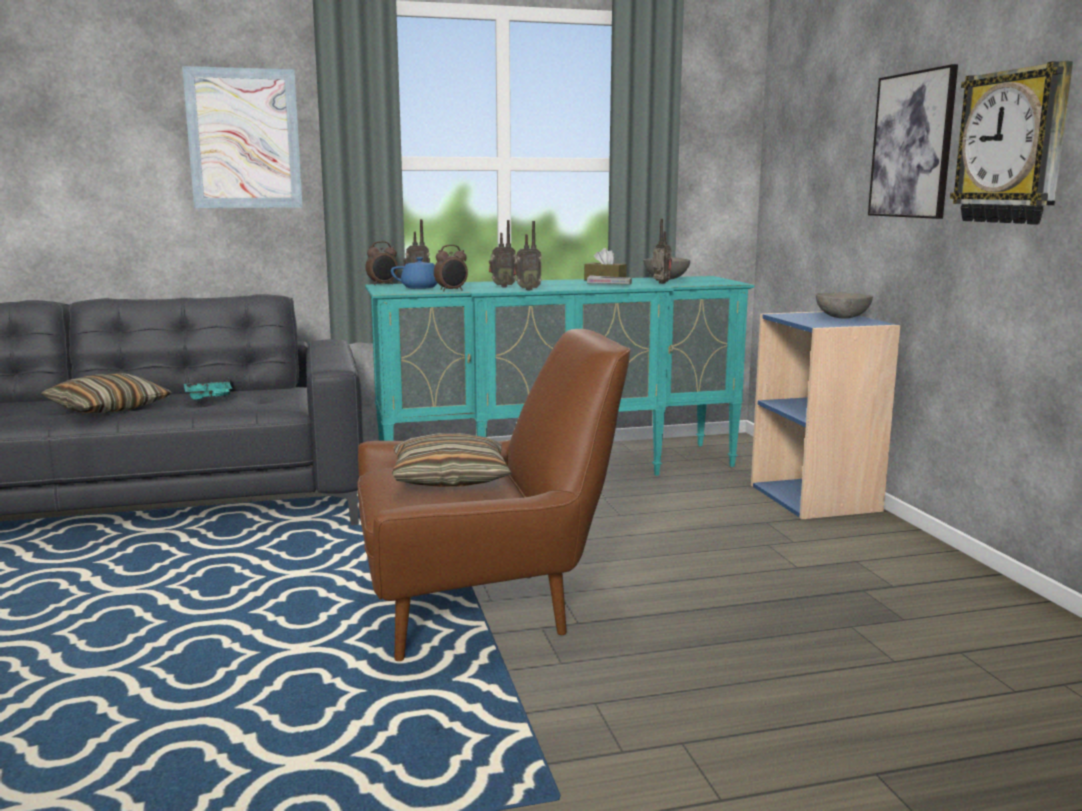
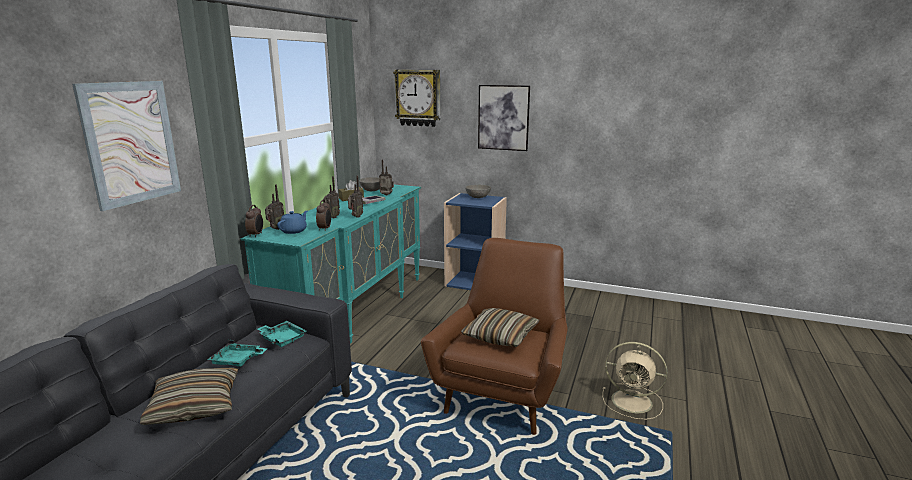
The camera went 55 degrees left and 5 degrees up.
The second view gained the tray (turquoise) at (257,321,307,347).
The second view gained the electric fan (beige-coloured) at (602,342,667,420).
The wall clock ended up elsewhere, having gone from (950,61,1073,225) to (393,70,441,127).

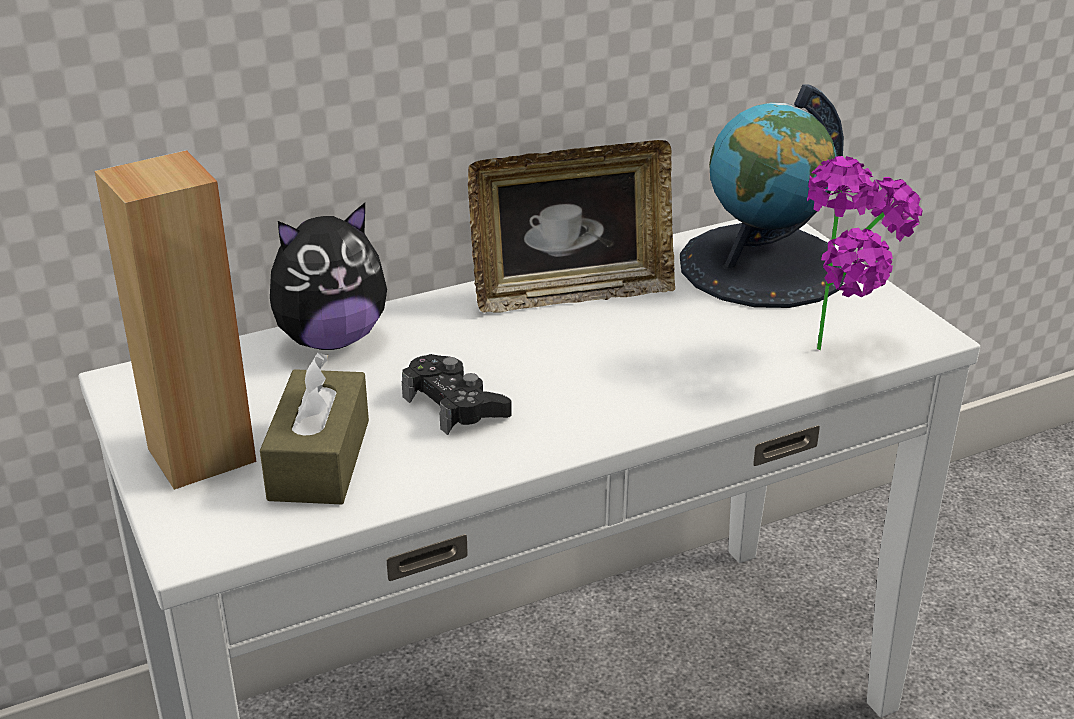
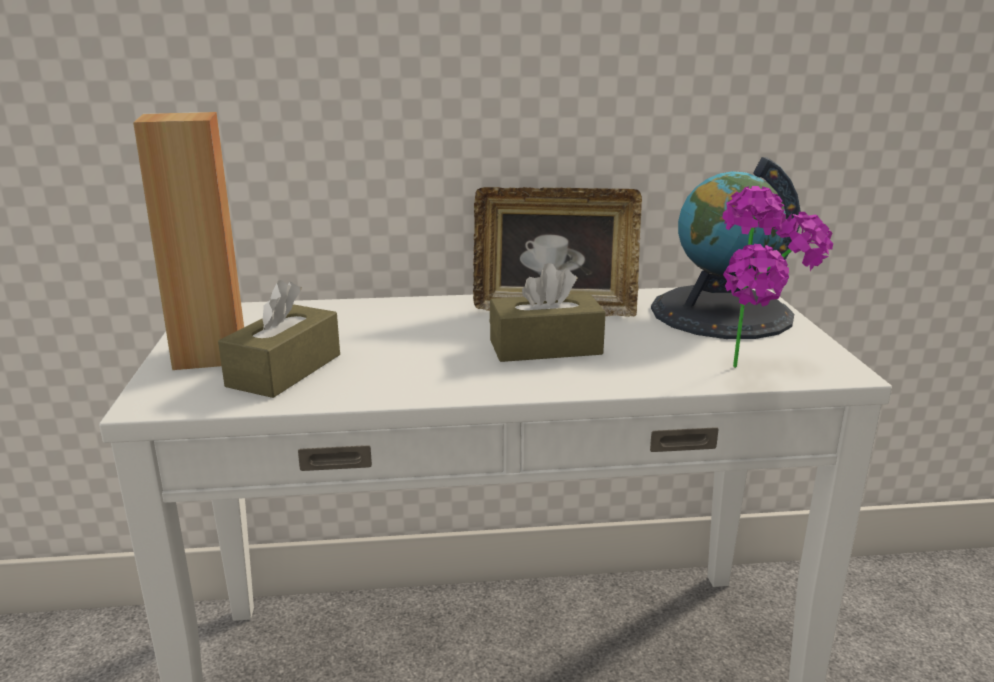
The camera went 20 degrees right and 10 degrees down.
The second view lost the plush toy at (270,203,387,350).
The second view lost the joypad (blackish) at (402,354,512,435).
The second view gained the box of tissues (brown-coloured) at (490,263,606,362).

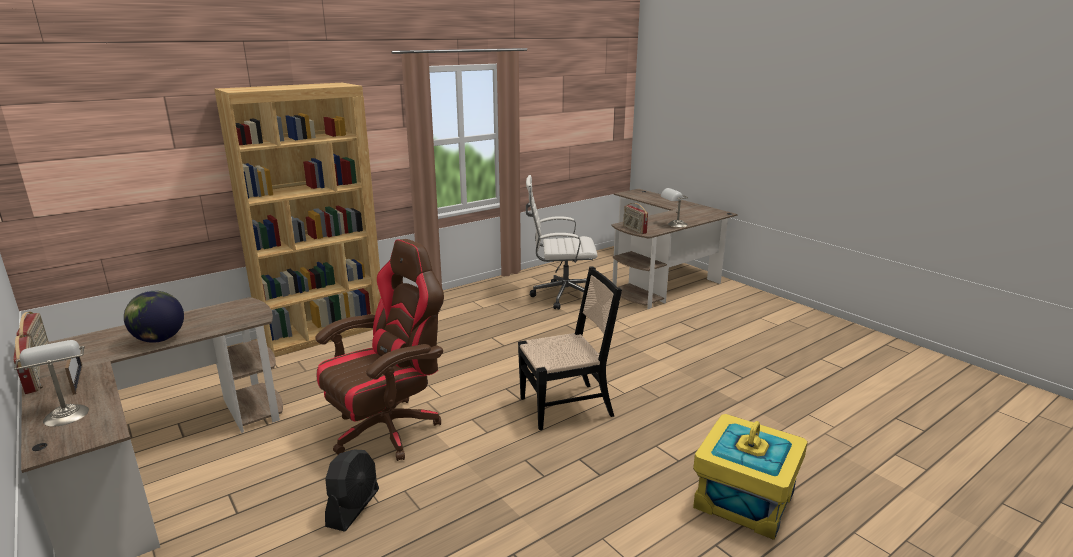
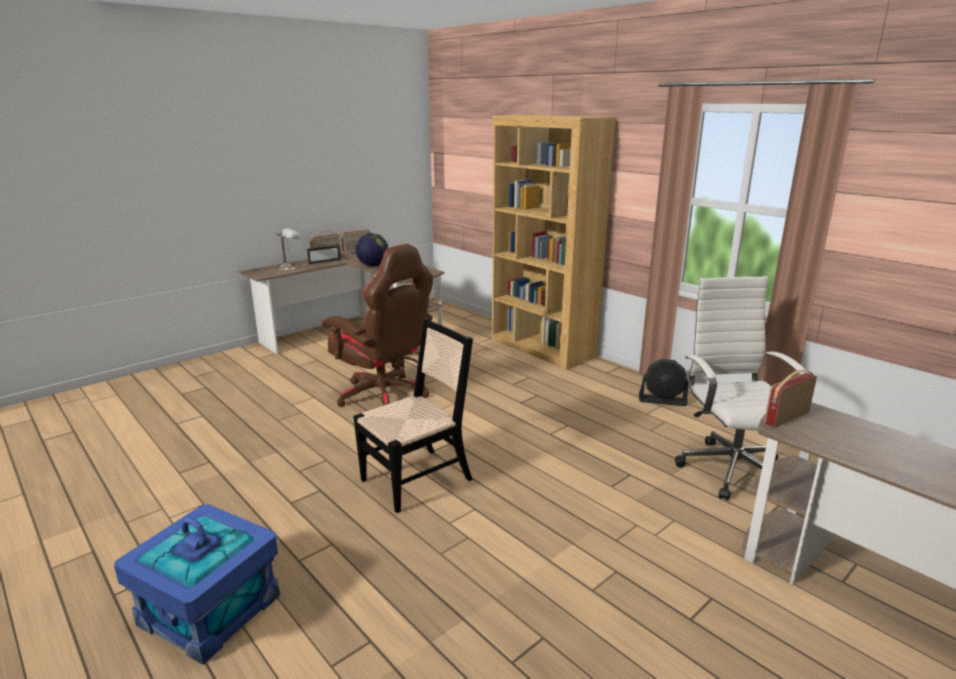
The camera went 85 degrees right and 0 degrees up.
The second view lost the tabletop lamp (whitish) at (661,188,688,227).
The electric fan (blackish) ended up elsewhere, having gone from (325,450,379,531) to (639,359,688,406).
What was the storage container (yellowish) at (693,414,808,540) turned into the storage container (bluish) at (114,504,280,665).
The chair at (518,267,622,430) ended up facing another way, 105 degrees counterclockwise from before.

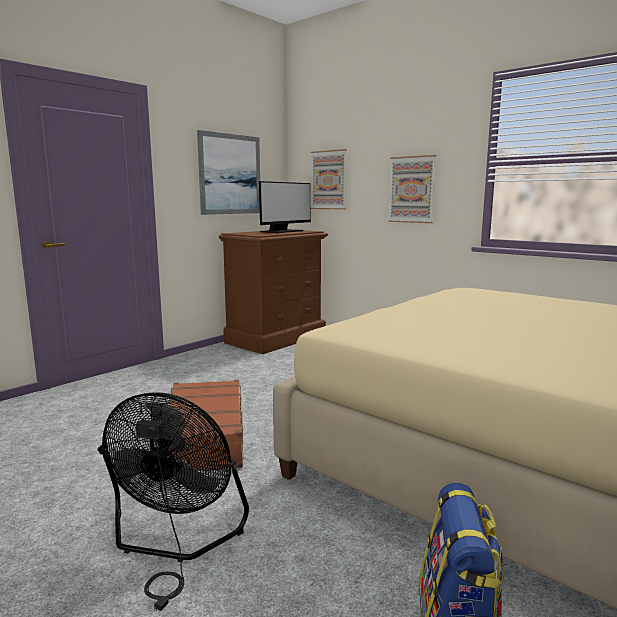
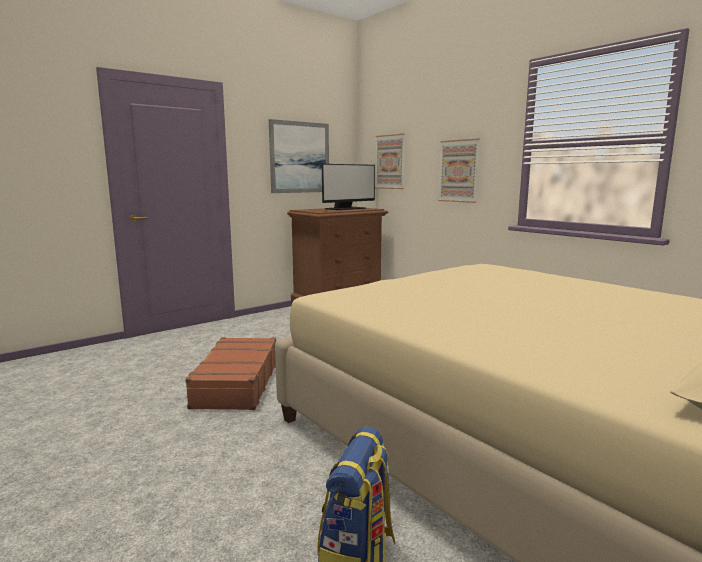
The camera went 10 degrees right and 0 degrees up.
The second view lost the electric fan (blackish) at (98,392,249,611).

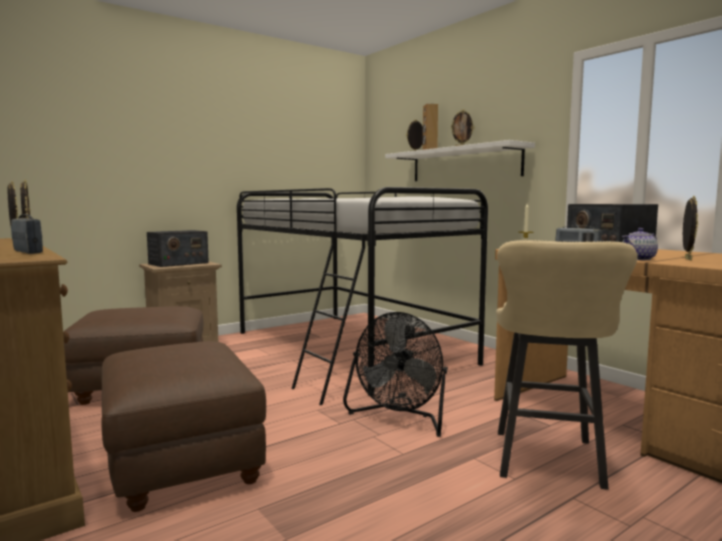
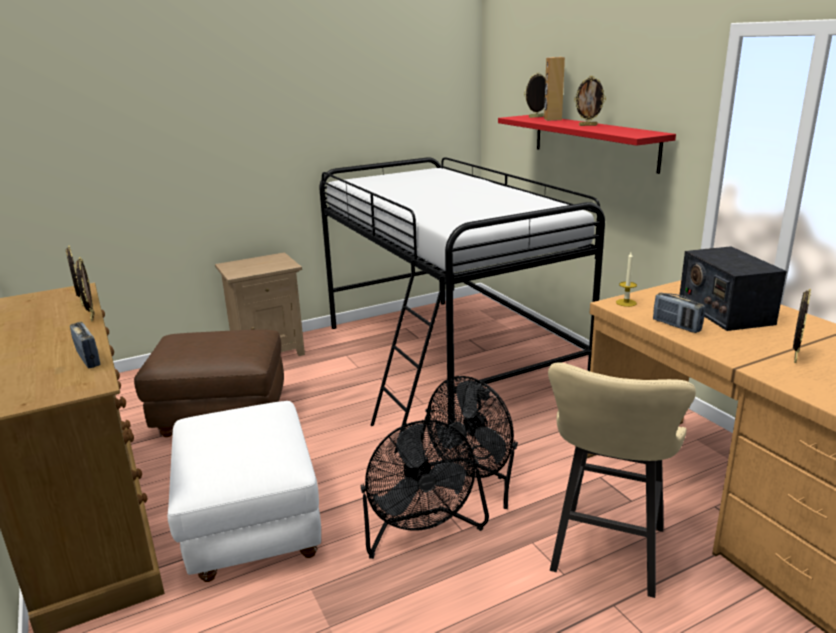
The camera went 10 degrees right and 15 degrees up.
The second view lost the radio at (147,230,209,267).
The second view lost the pot for tea at (622,228,658,260).
The second view gained the electric fan (blackish) at (361,420,489,559).
What was the footrest (brown-coloured) at (101,341,266,512) turned into the footrest (whitish) at (168,401,321,582).
What was the shelf (whitish) at (385,140,535,181) turned into the shelf (red-coloured) at (498,115,676,174).

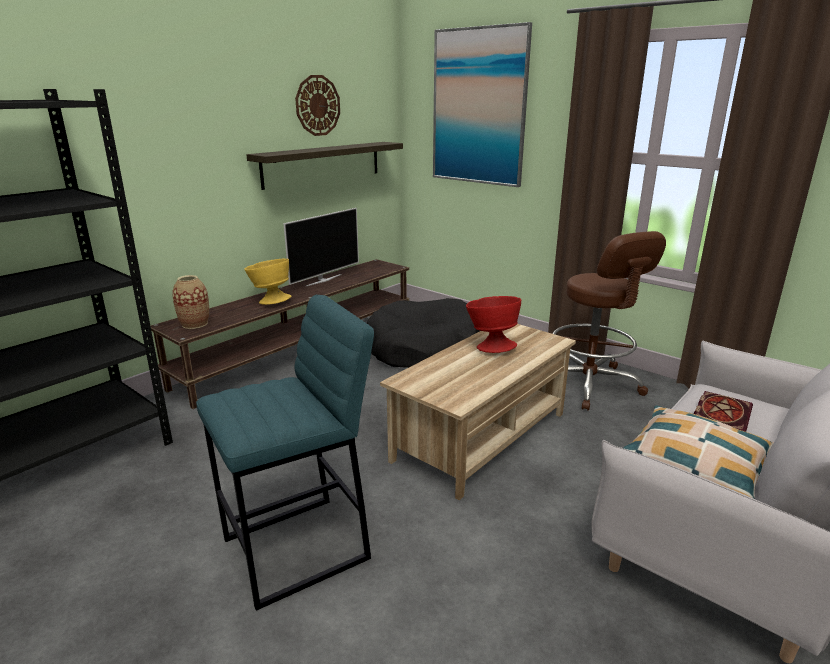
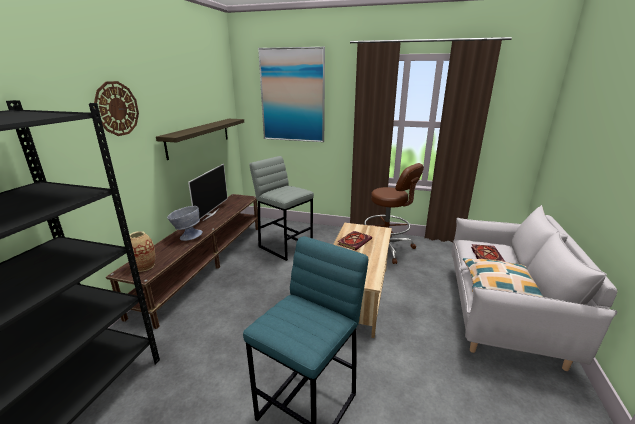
The camera went 25 degrees left and 0 degrees up.
The wall clock ended up elsewhere, having gone from (295,75,340,136) to (94,81,139,136).
Where the pet bed (blackish) stood at (367,298,480,368), the stool (greyish) came to stand at (249,156,314,261).
Where the serving bowl (red-coloured) stood at (466,296,521,353), the bound book came to stand at (337,231,372,251).
What was the serving bowl (yellowish) at (244,259,291,305) turned into the serving bowl (greyish) at (167,206,203,241).

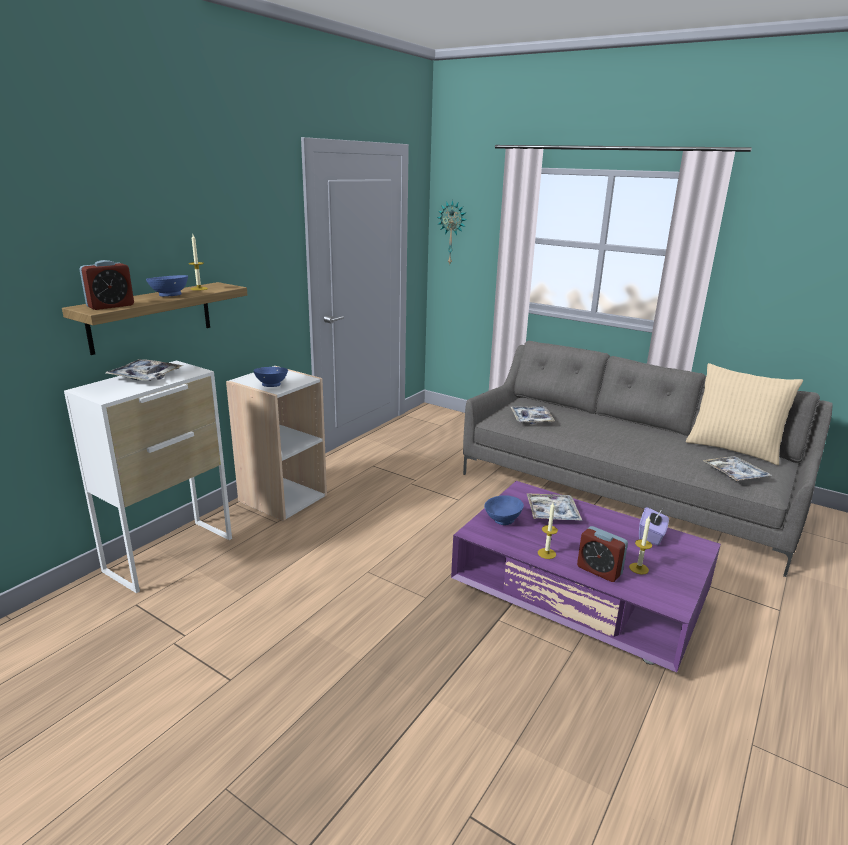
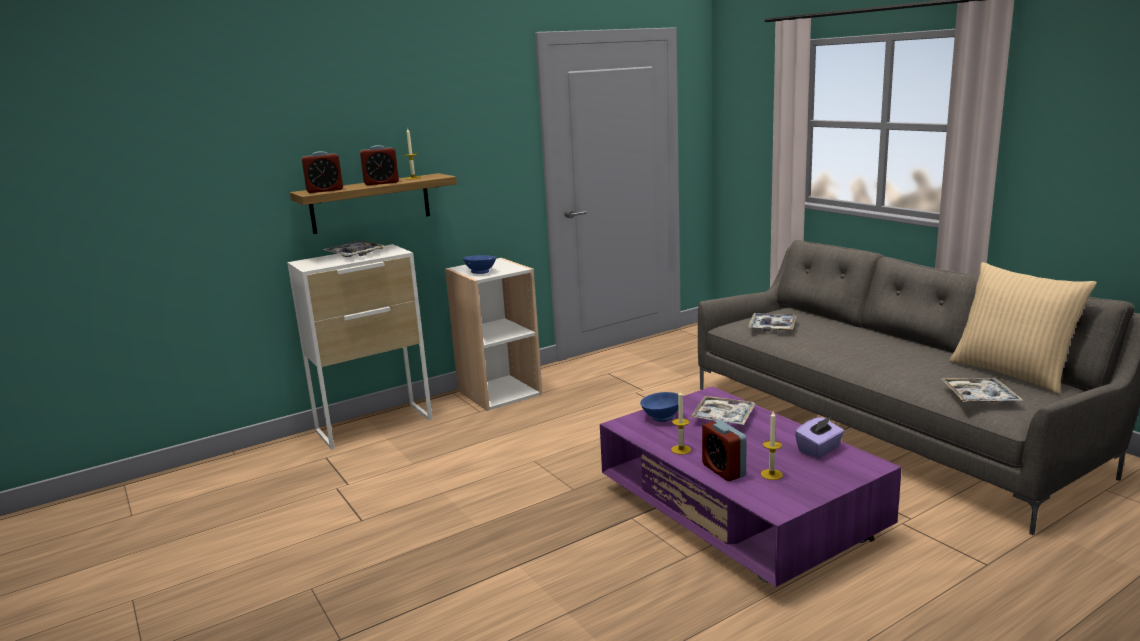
The camera went 25 degrees right and 5 degrees down.
The second view lost the wall clock at (437,200,466,264).
Where the serving bowl (bluish) stood at (146,275,188,297), the table clock came to stand at (360,145,399,185).

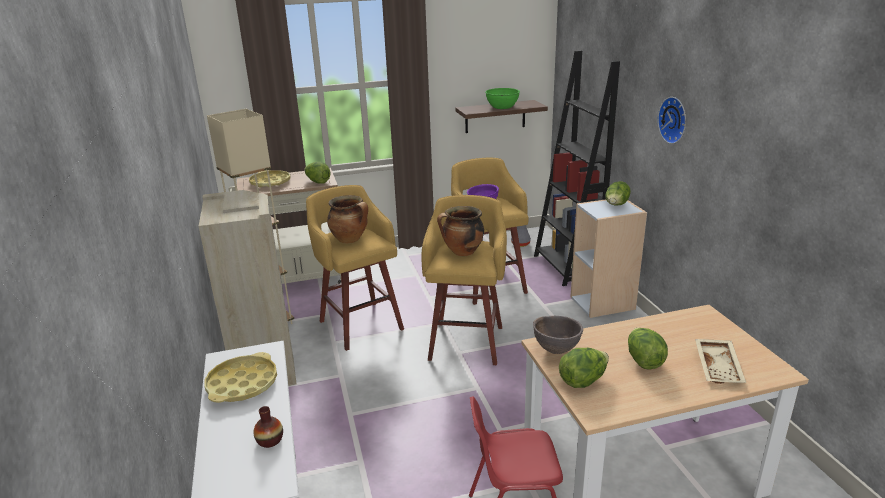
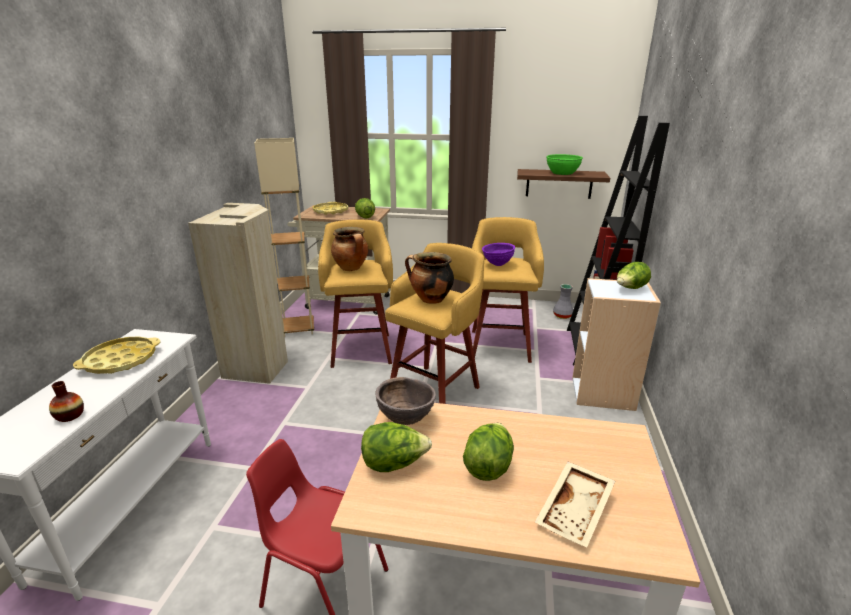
The camera went 25 degrees right and 0 degrees up.
The second view lost the wall clock at (658,97,686,144).

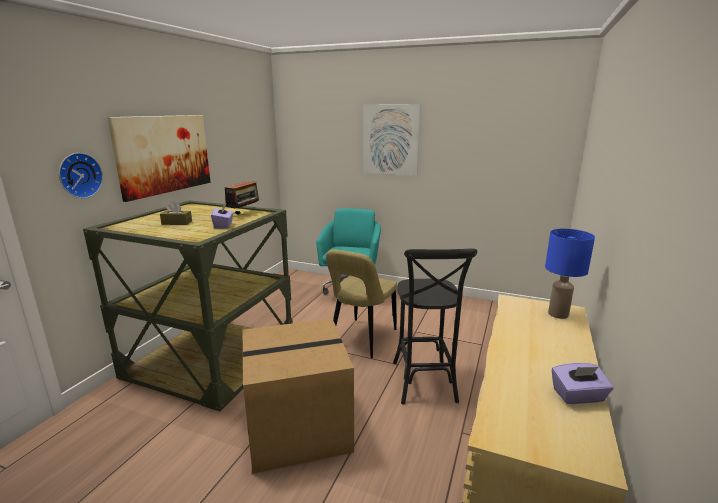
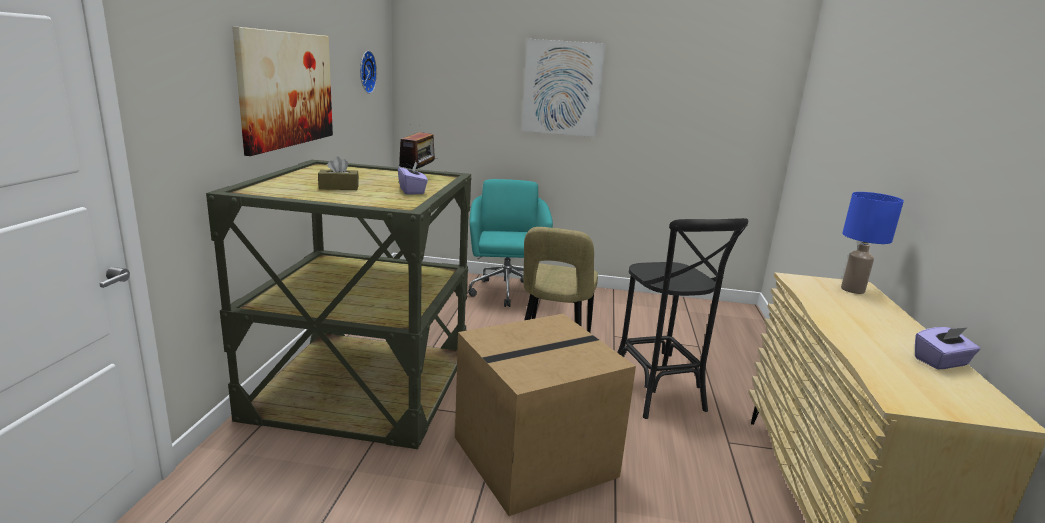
The camera went 15 degrees left and 0 degrees up.
The wall clock ended up elsewhere, having gone from (59,153,103,198) to (360,51,377,94).

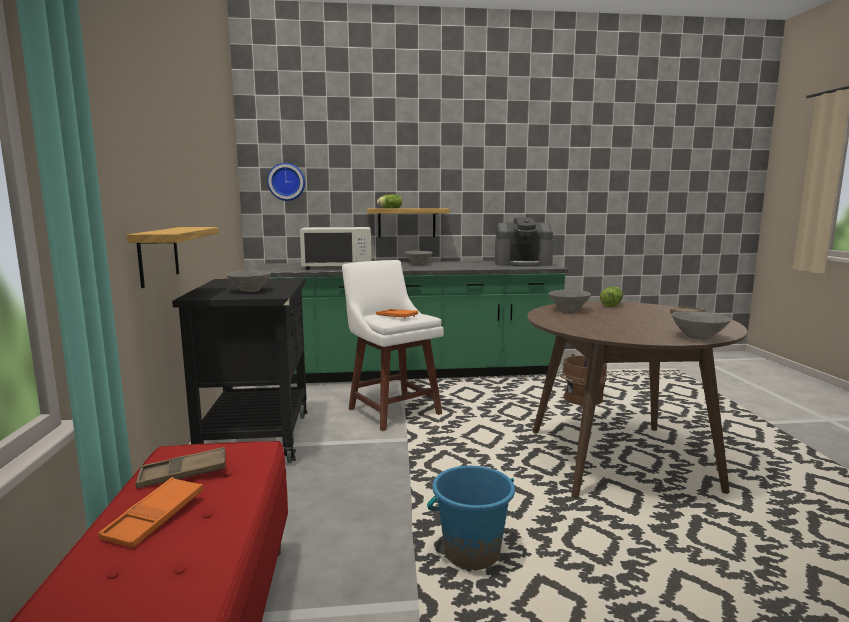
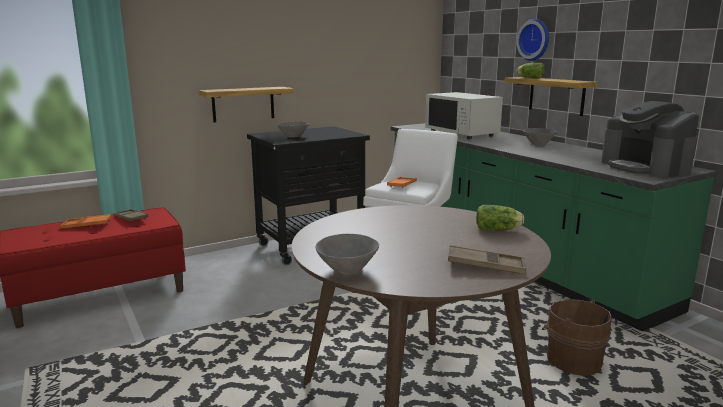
The camera went 65 degrees right and 5 degrees up.
The second view lost the bucket (bluish) at (427,466,515,570).
The second view lost the serving bowl (greyish) at (549,290,591,312).
The wall clock ended up elsewhere, having gone from (267,163,305,201) to (516,19,549,61).

